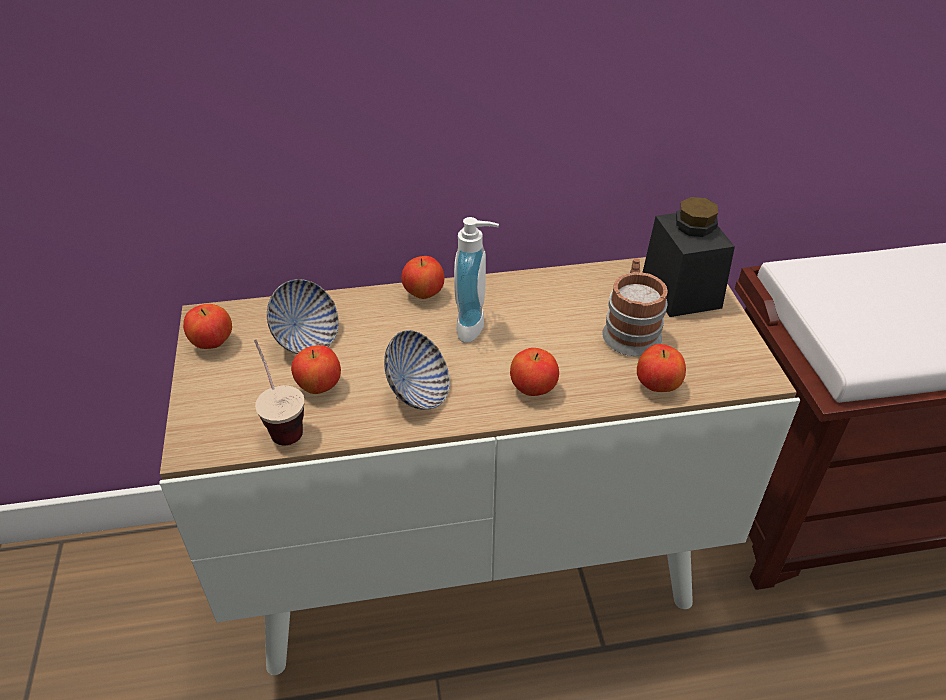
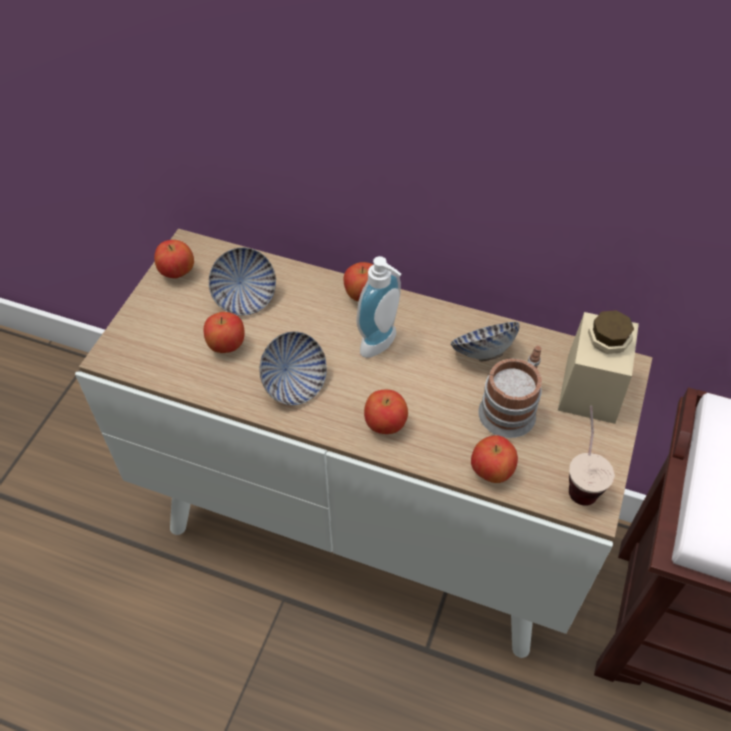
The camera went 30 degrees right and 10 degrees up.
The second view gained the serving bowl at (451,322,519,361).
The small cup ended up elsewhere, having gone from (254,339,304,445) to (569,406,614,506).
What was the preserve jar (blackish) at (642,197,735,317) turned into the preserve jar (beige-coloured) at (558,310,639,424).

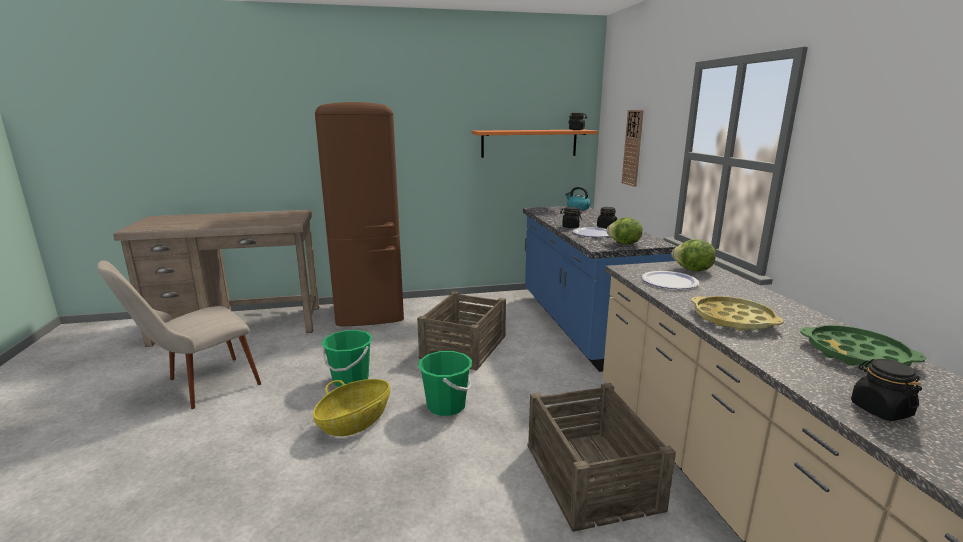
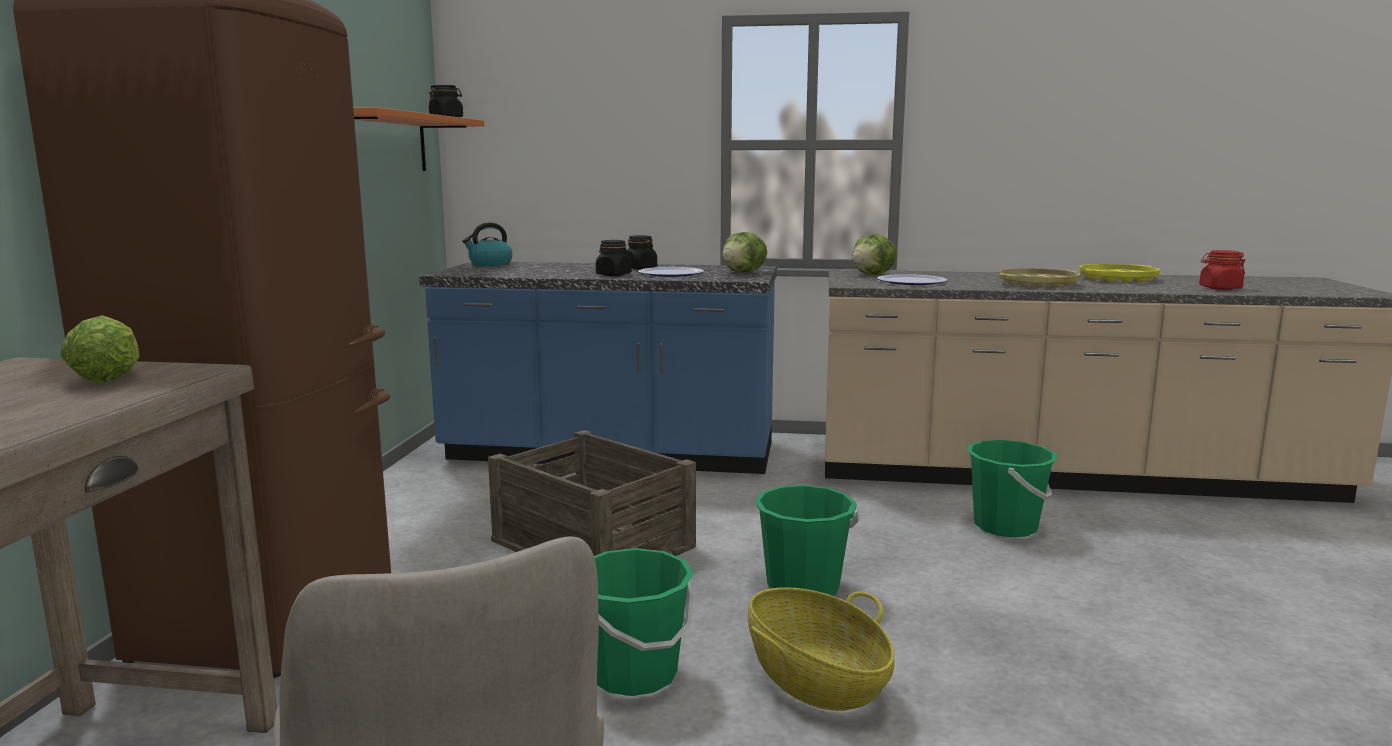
The camera went 70 degrees left and 5 degrees down.
The second view lost the wall clock at (622,110,644,187).
The second view gained the head of lettuce at (60,315,140,383).
Where the crate stood at (528,383,676,532), the bucket (green-coloured) came to stand at (967,440,1057,537).
What was the tray (green-coloured) at (800,325,926,367) turned into the tray (yellowish) at (1079,264,1160,283).
What was the preserve jar (blackish) at (851,359,922,421) turned into the preserve jar (red-coloured) at (1199,250,1245,290).

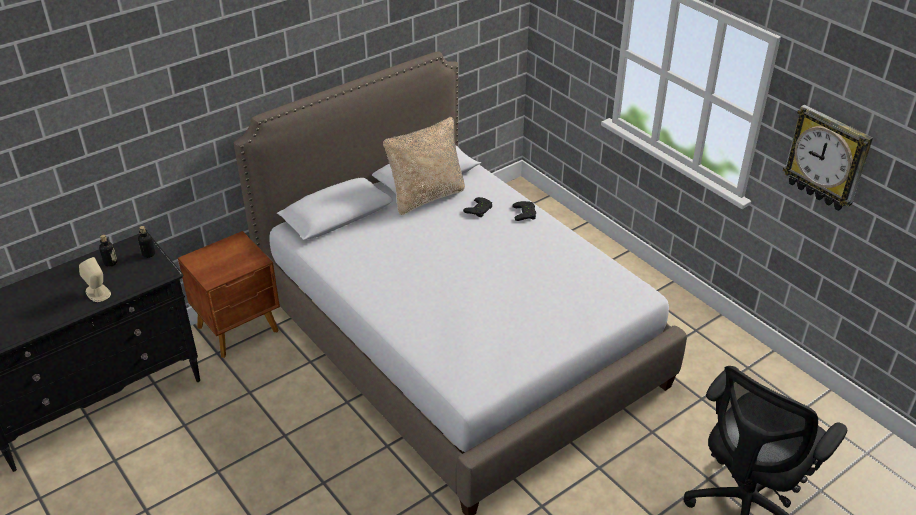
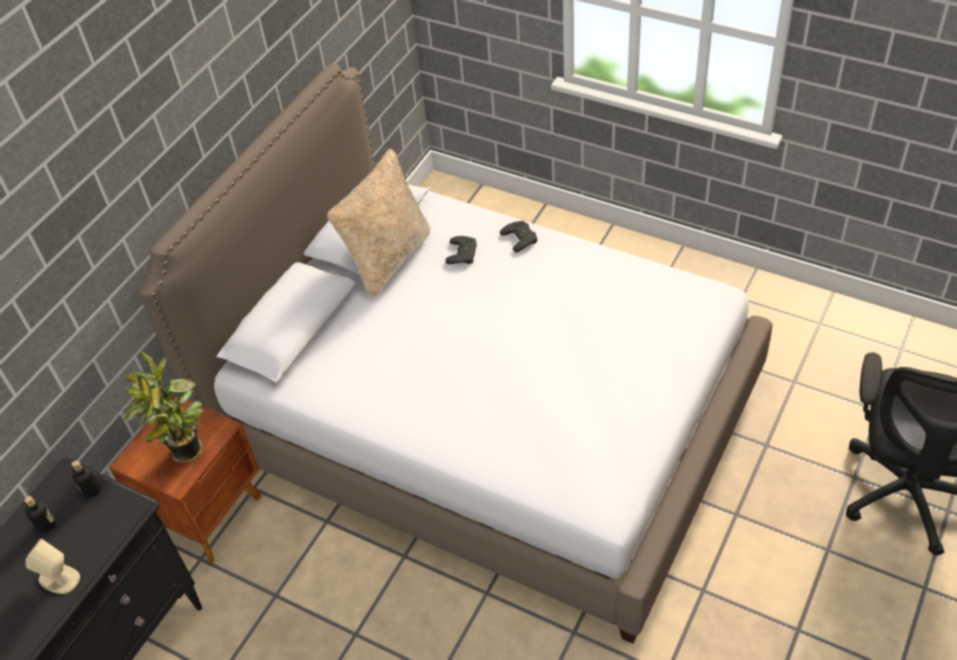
The camera went 20 degrees left and 10 degrees up.
The second view lost the wall clock at (783,105,873,211).
The second view gained the potted plant at (122,351,204,463).

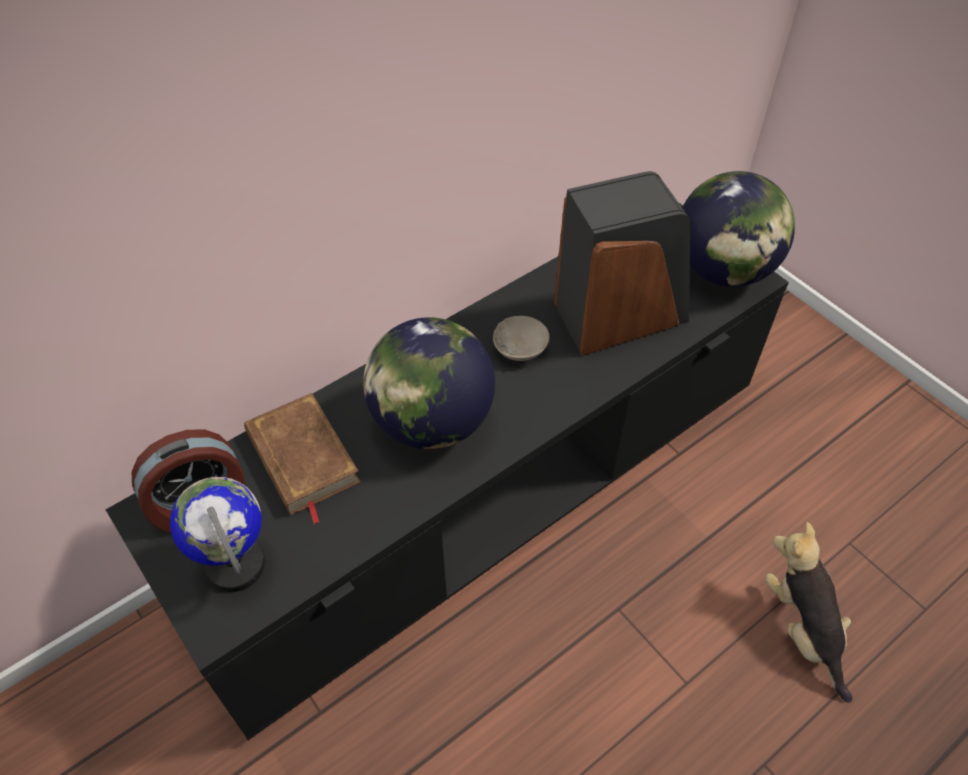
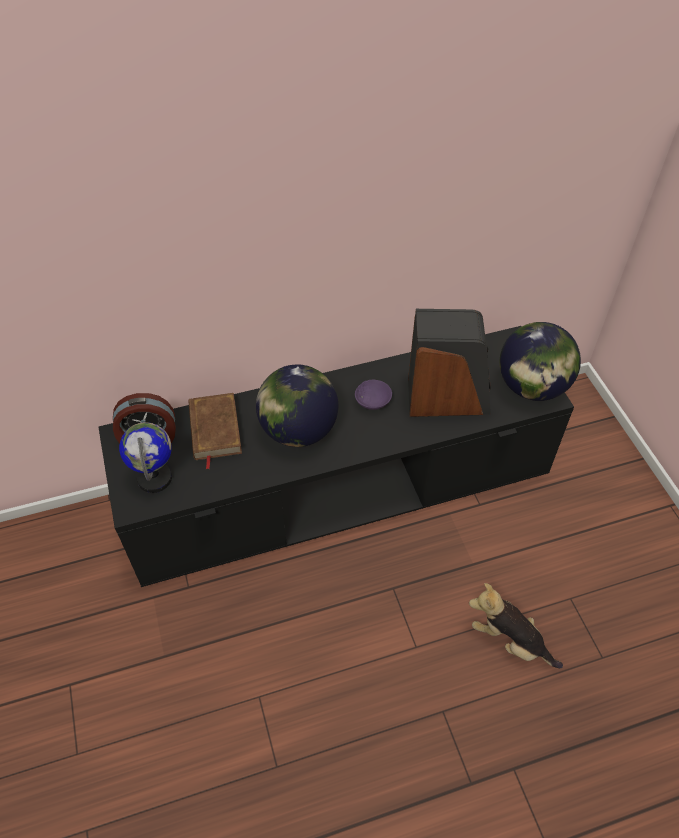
The camera went 20 degrees right and 0 degrees up.
What was the serving bowl (beige-coloured) at (493,316,549,361) turned into the serving bowl (purplish) at (355,380,392,410).
The plush toy at (765,522,853,703) ended up facing another way, 60 degrees counterclockwise from before.

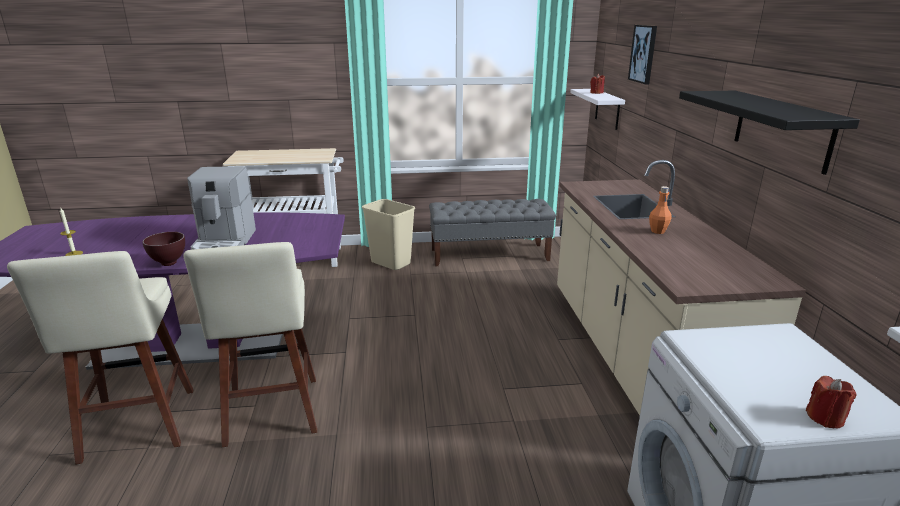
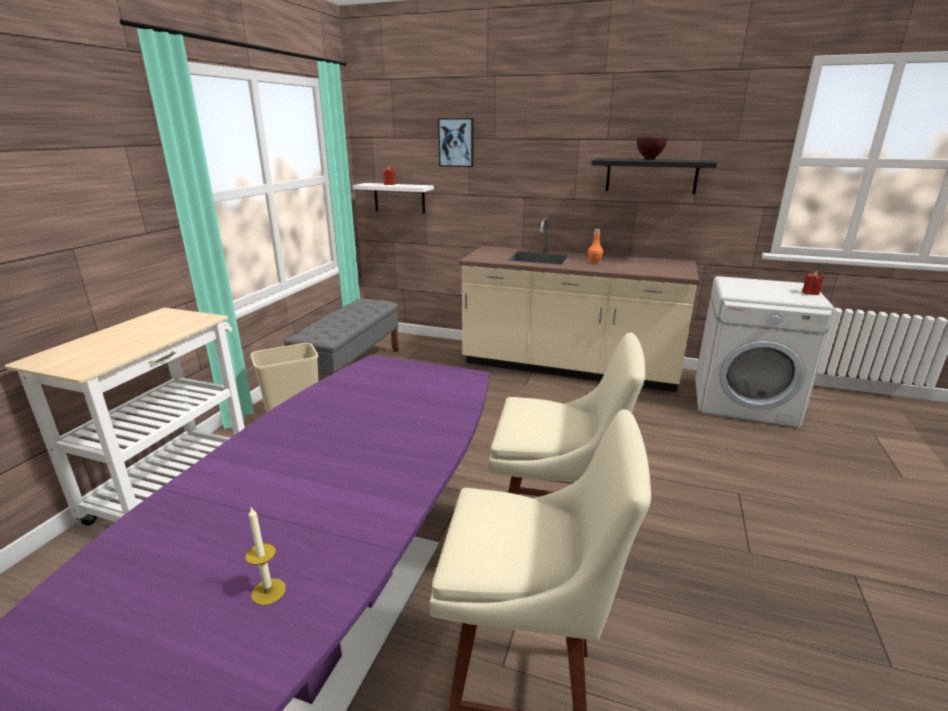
The camera went 65 degrees left and 0 degrees up.
The second view lost the coffee maker at (187,166,256,250).
The serving bowl (brown-coloured) ended up elsewhere, having gone from (142,232,185,266) to (637,137,667,160).

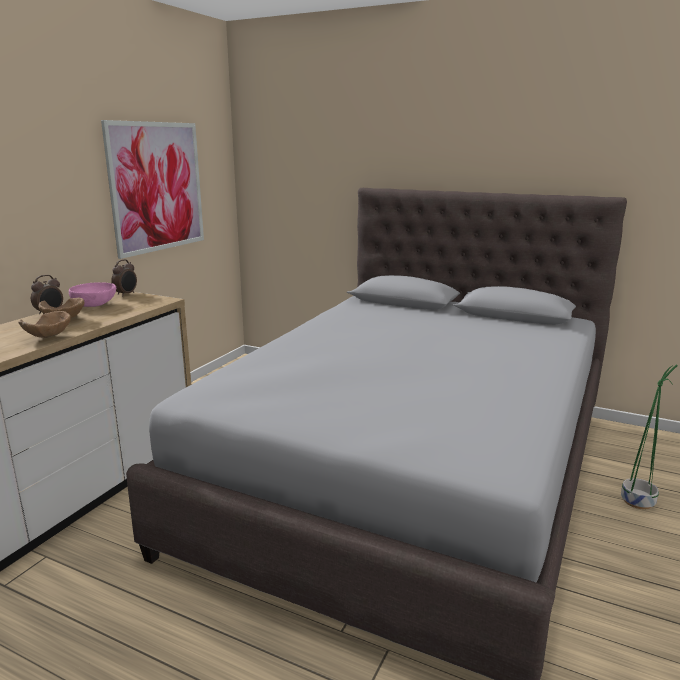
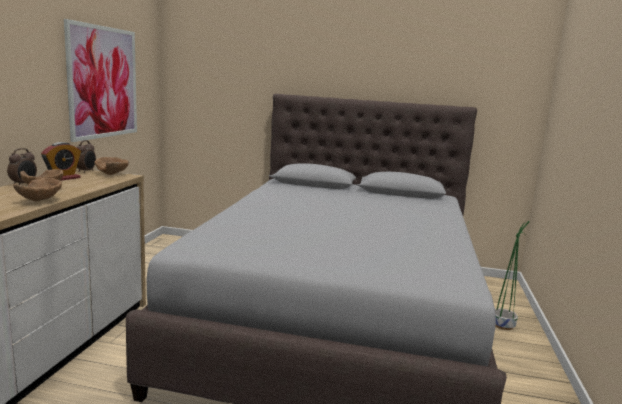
The camera went 15 degrees left and 5 degrees down.
The second view gained the serving bowl (brown-coloured) at (94,157,129,175).
Where the serving bowl (pink) stood at (69,282,117,307), the table clock came to stand at (41,142,81,181).

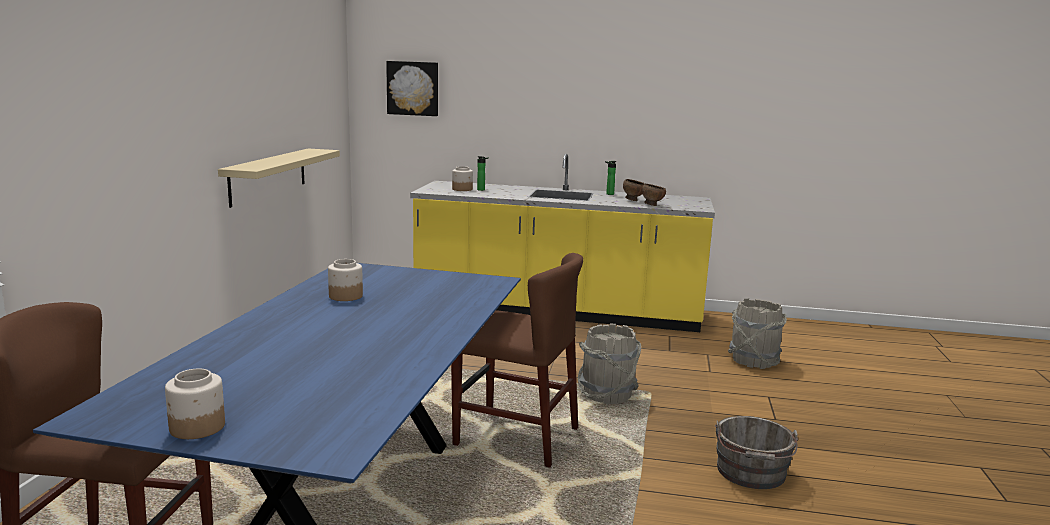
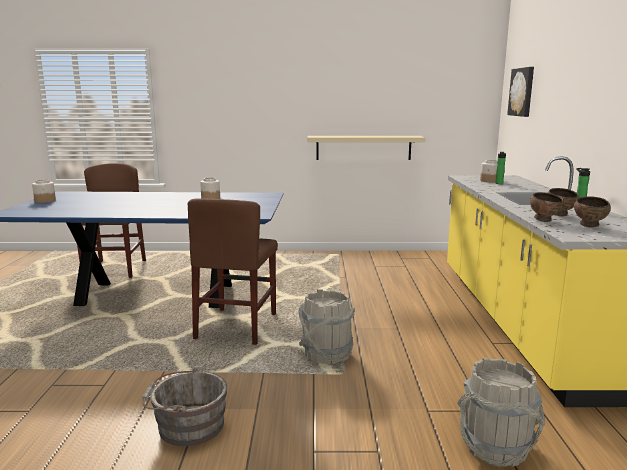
The camera went 80 degrees right and 0 degrees up.
The second view gained the serving bowl (brown-coloured) at (574,196,611,228).

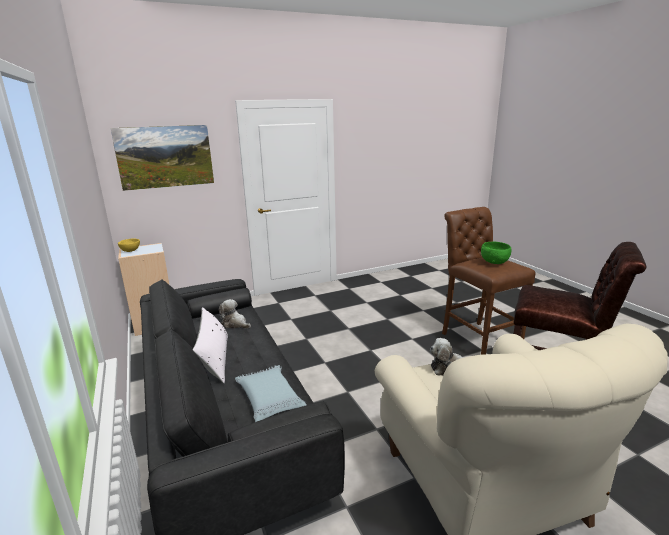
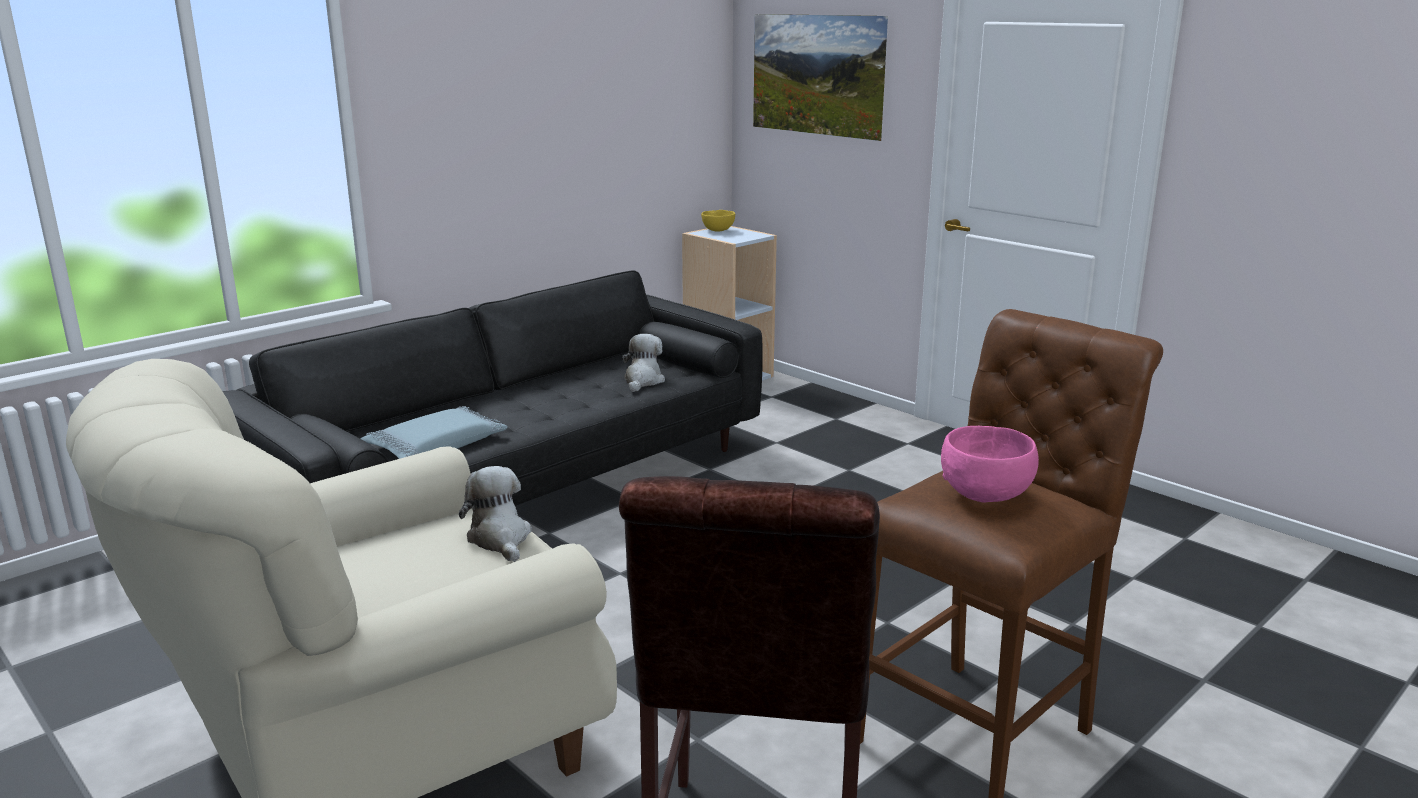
The camera went 70 degrees right and 0 degrees up.
The second view lost the throw pillow (whitish) at (193,307,228,383).
What was the serving bowl (green-coloured) at (481,242,511,264) turned into the serving bowl (pink) at (941,426,1039,502).

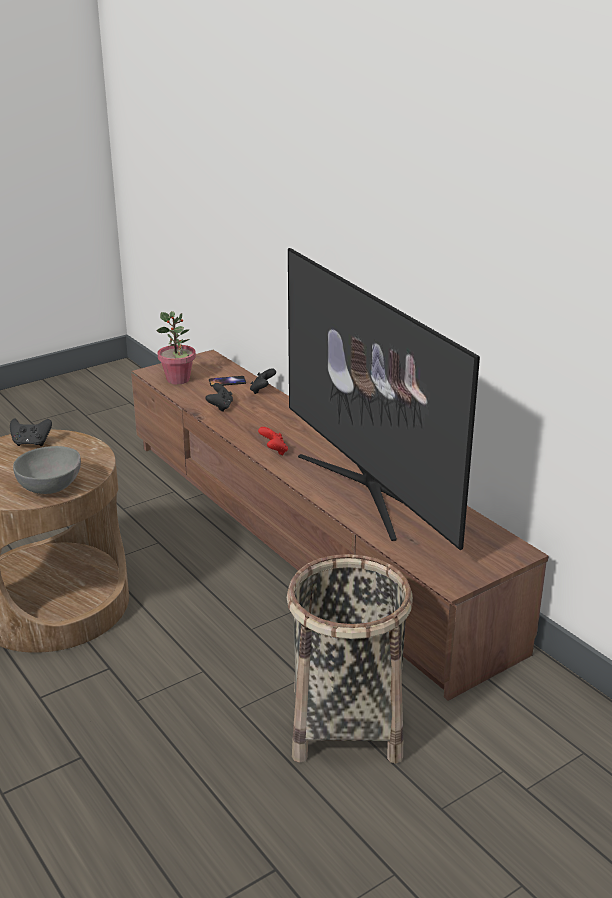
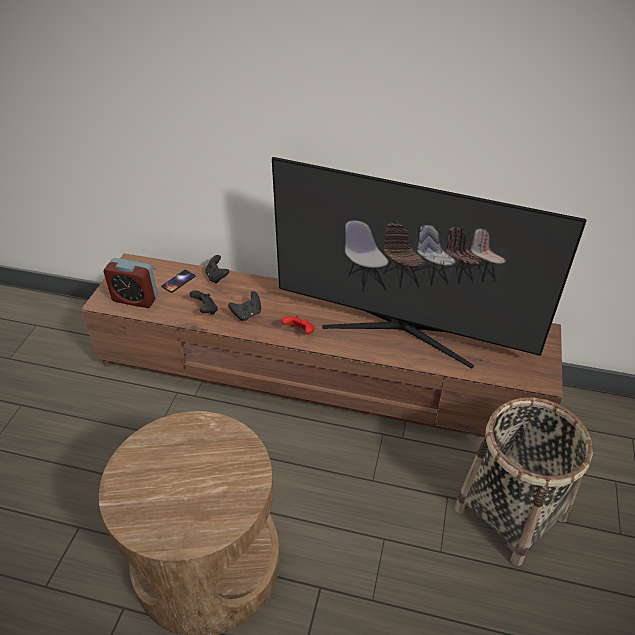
The camera went 40 degrees left and 15 degrees up.
The second view lost the serving bowl (greyish) at (13,446,81,494).
The joypad (blackish) ended up elsewhere, having gone from (10,418,52,446) to (228,291,261,321).
Where the potted plant stood at (156,311,196,385), the table clock came to stand at (103,258,158,308).

